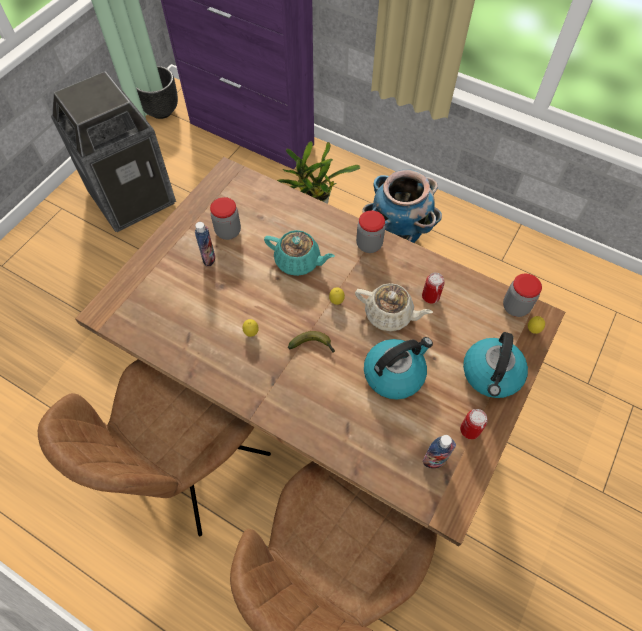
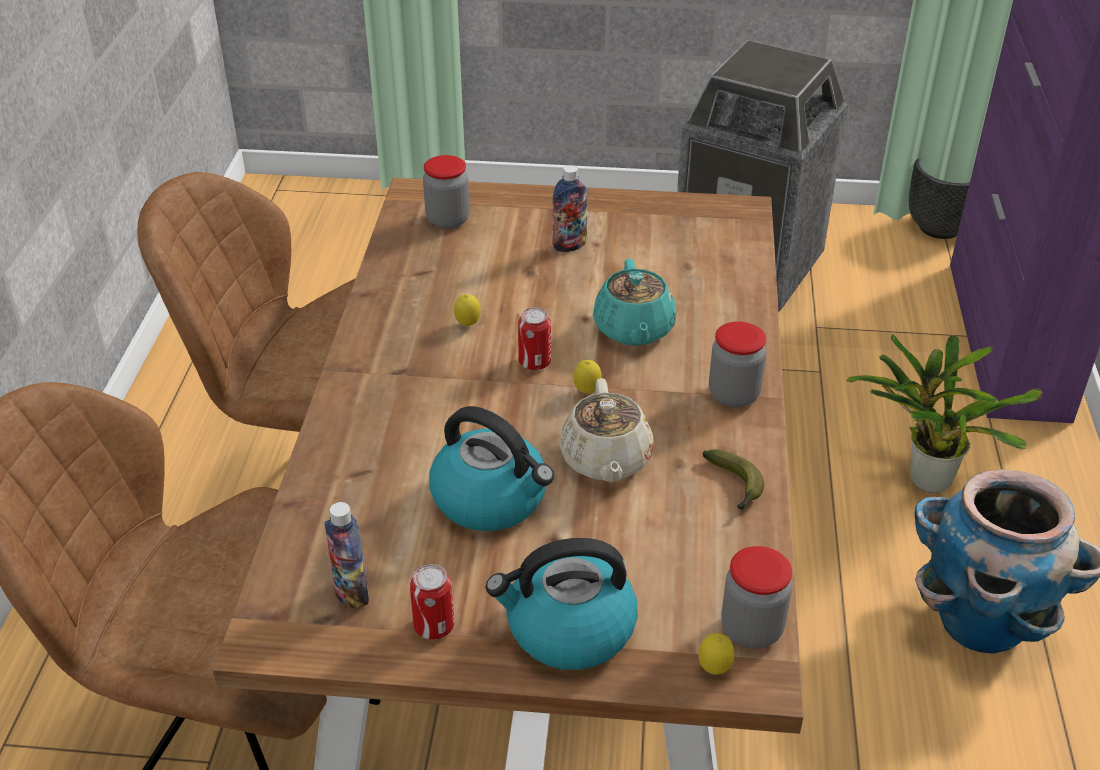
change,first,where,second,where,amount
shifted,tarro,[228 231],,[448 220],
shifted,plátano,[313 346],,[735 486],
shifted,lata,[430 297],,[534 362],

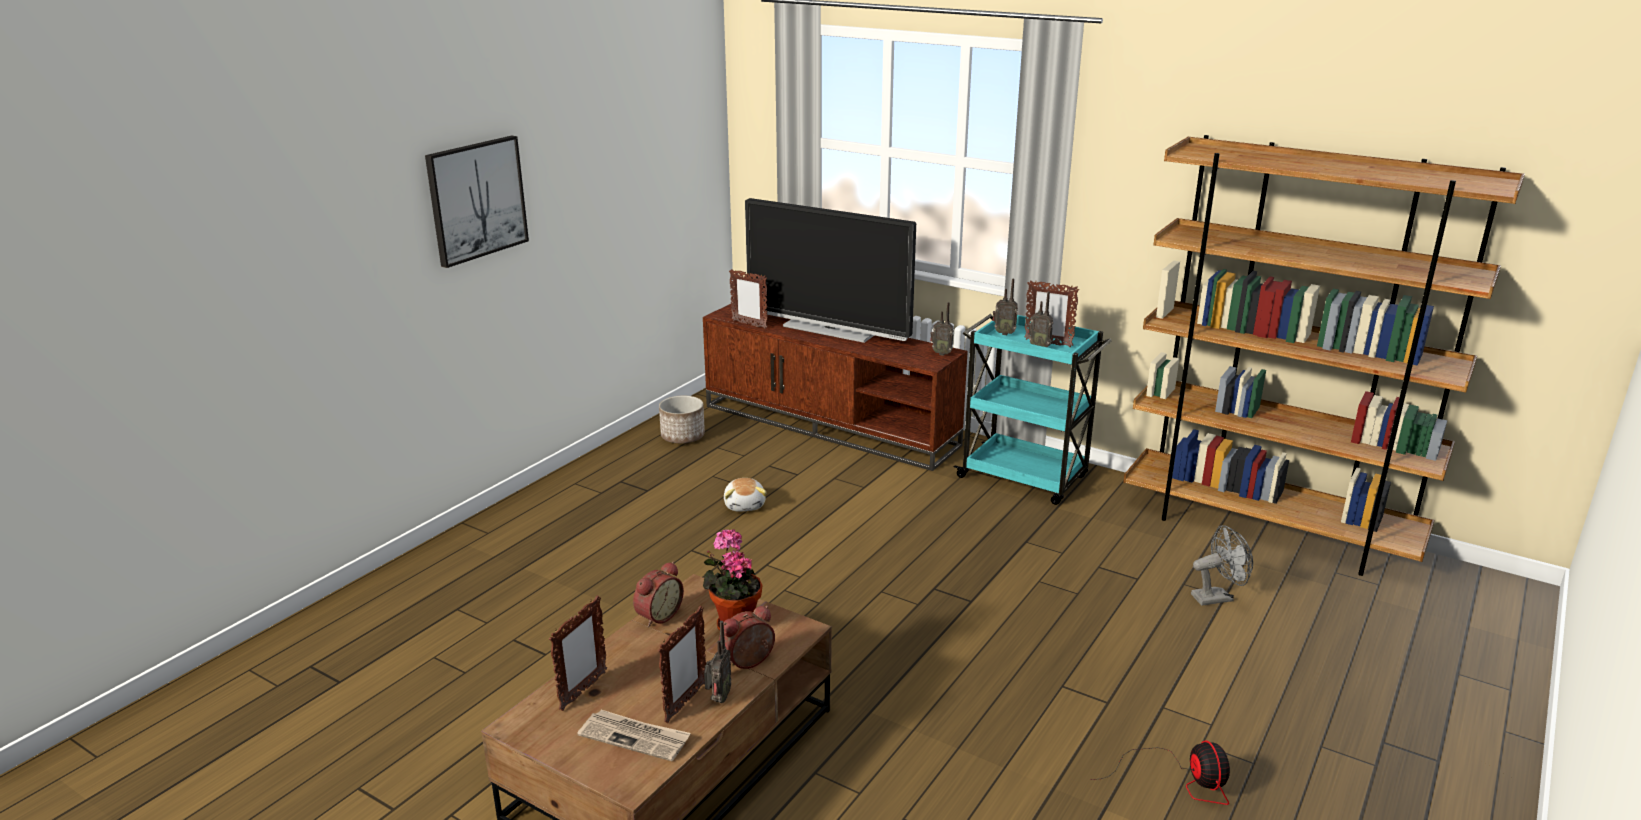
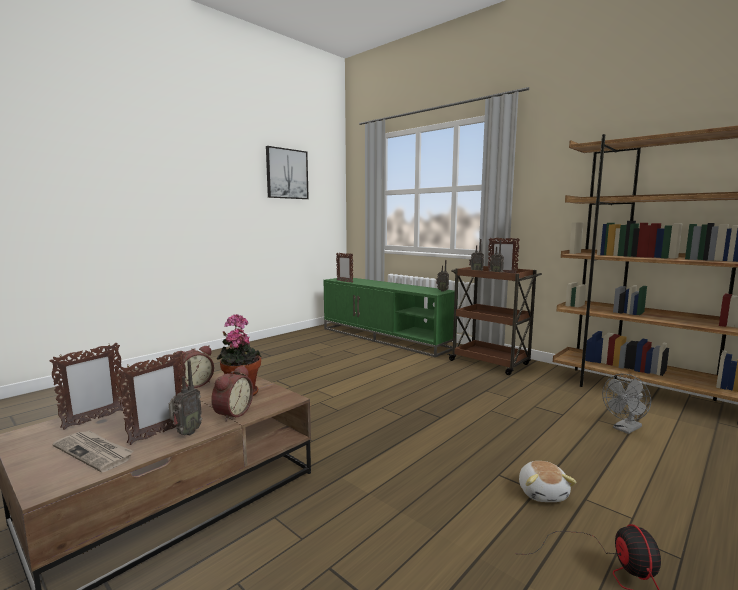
change,first,where,second,where,amount
shifted,cuadro,[476 200],,[287 174],
gone,maceta,[683 436],,,
repainted,mueble de televisión [marrón],[831 425],mueble de televisión [verde],[385 338],
rotated,despertador,[749 662],,[231 413],135 degrees clockwise
shifted,peluche,[745 505],,[543 493],
gone,televisor,[829 330],,,
repainted,carrito [turquesa],[1024 478],carrito [marrón],[490 363],
rotated,ventilador [gris],[1217 597],,[625 429],150 degrees clockwise

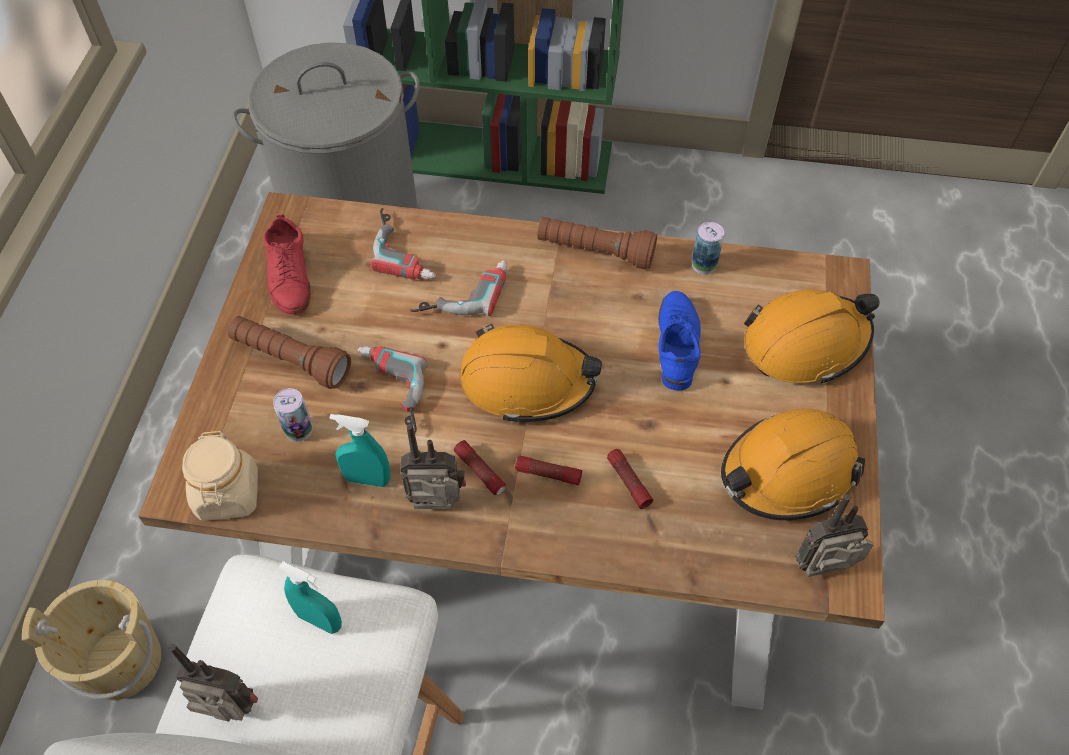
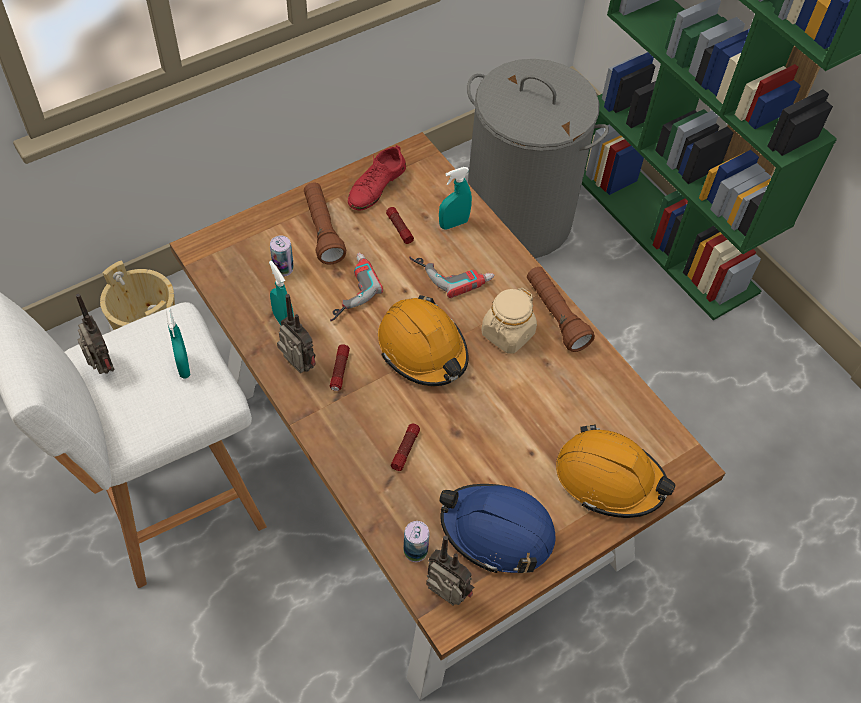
change,first,where,second,where,amount
shifted,tarro [beis],[228 494],,[507 334],
swapped,taladro,[407 249],pulverizador [turquesa],[453 224],
shifted,linterna,[548 474],,[399 228],
gone,zapato [azul],[677 344],,,
shifted,lata,[704 265],,[415 551],
repainted,casco [naranja],[787 472],casco [azul],[497 531],

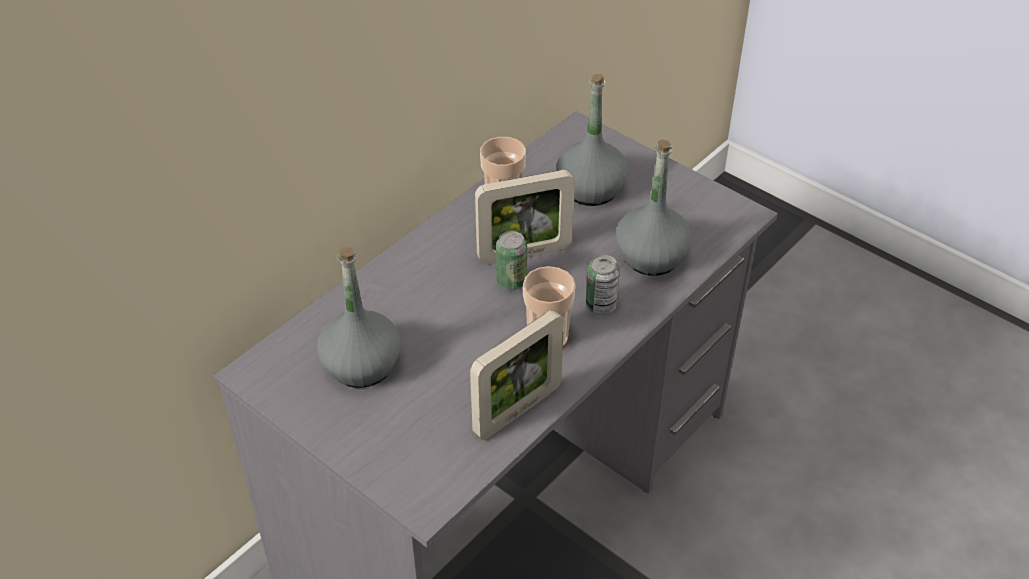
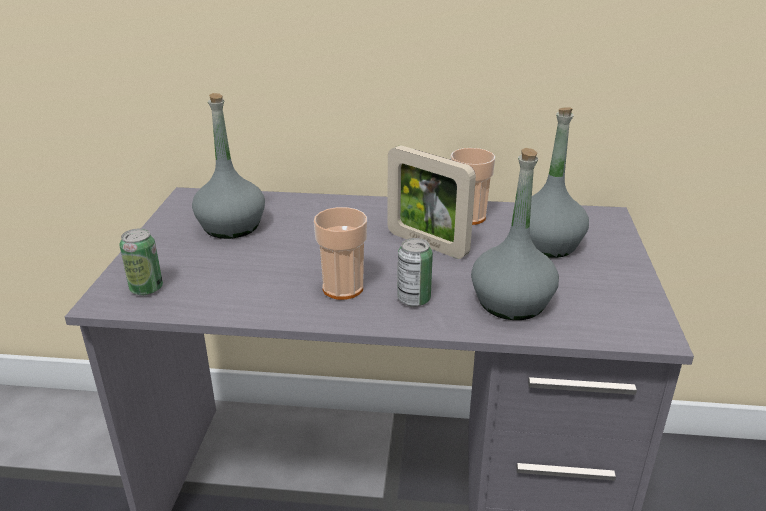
change,first,where,second,where,amount
gone,portarretratos,[517 411],,,
shifted,lata,[511 281],,[146 289],

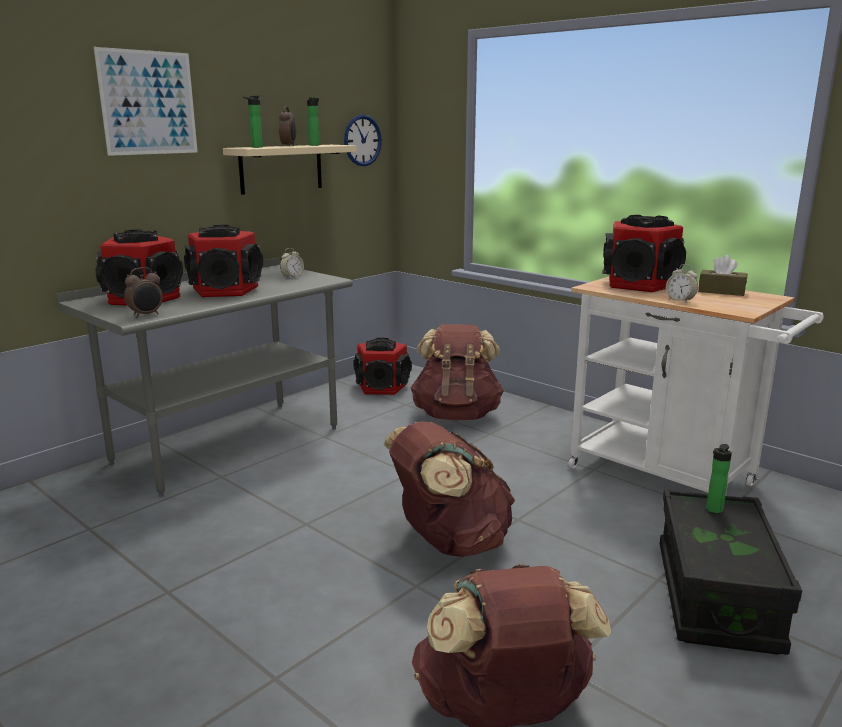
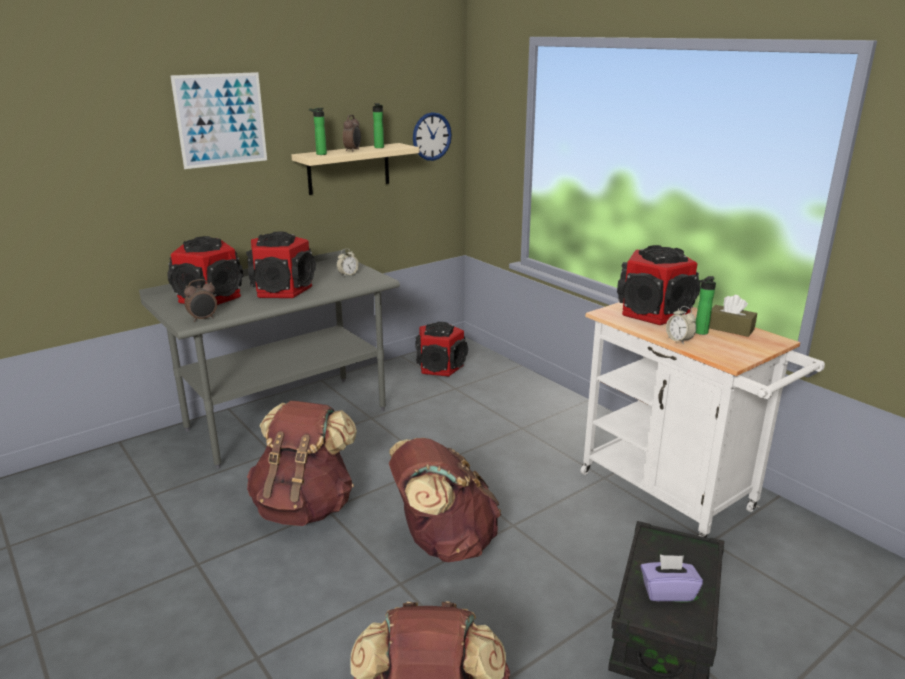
change,first,where,second,where,amount
shifted,mochila [marrón],[456 415],,[305 507],
shifted,botella,[713 510],,[699 333],
new,,,caja de pañuelos [morado],[667 591],

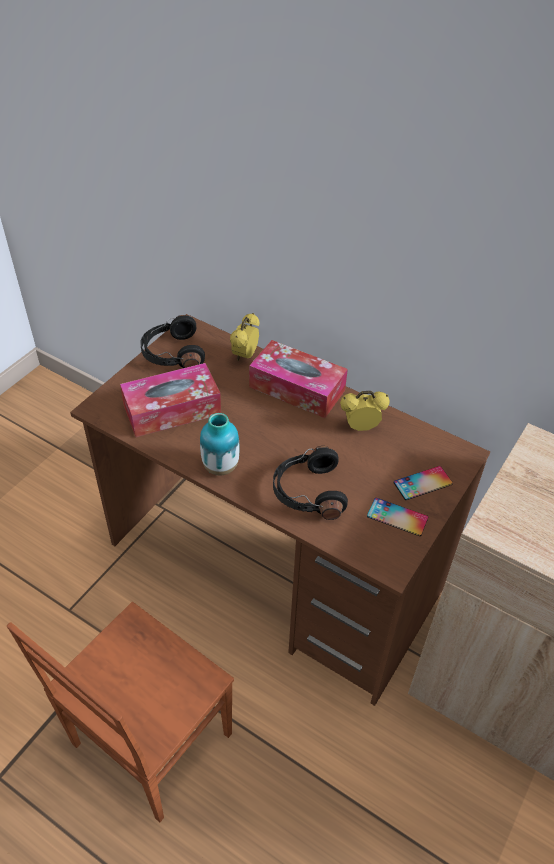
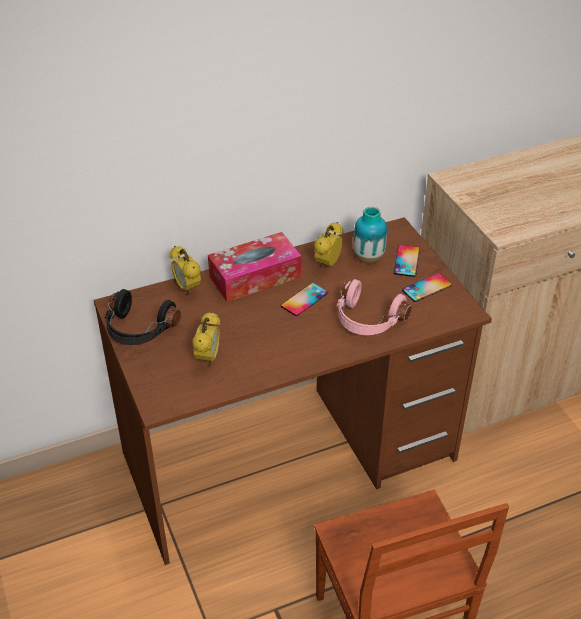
change,first,where,second,where,amount
swapped,caja de pañuelos,[172 410],despertador,[208 358],
shifted,florero,[220 467],,[368 258],
repainted,auriculares [negro],[307 492],auriculares [rosa],[367 320],
new,,,móvil,[304 299],

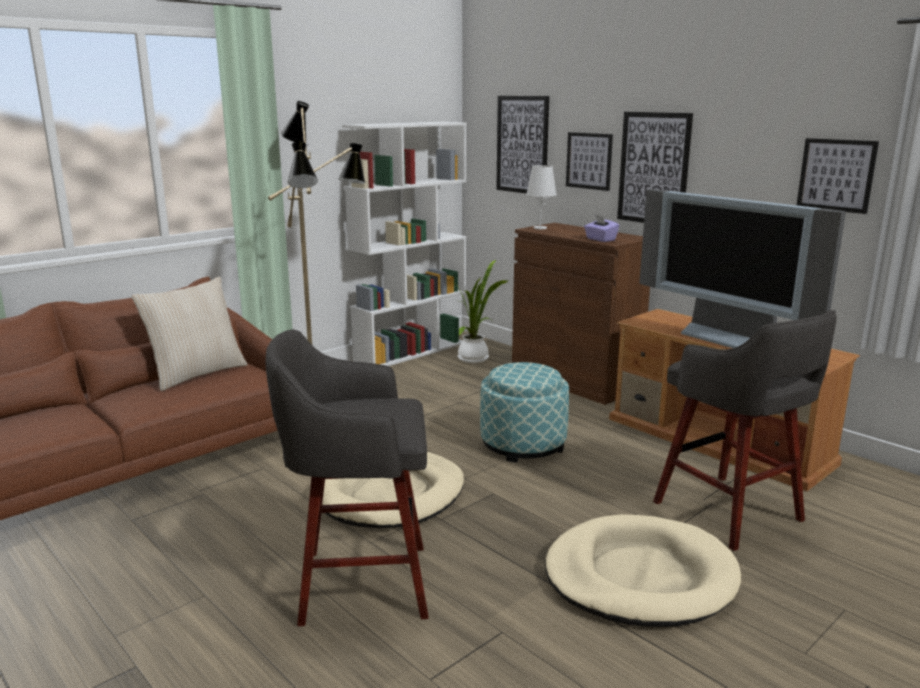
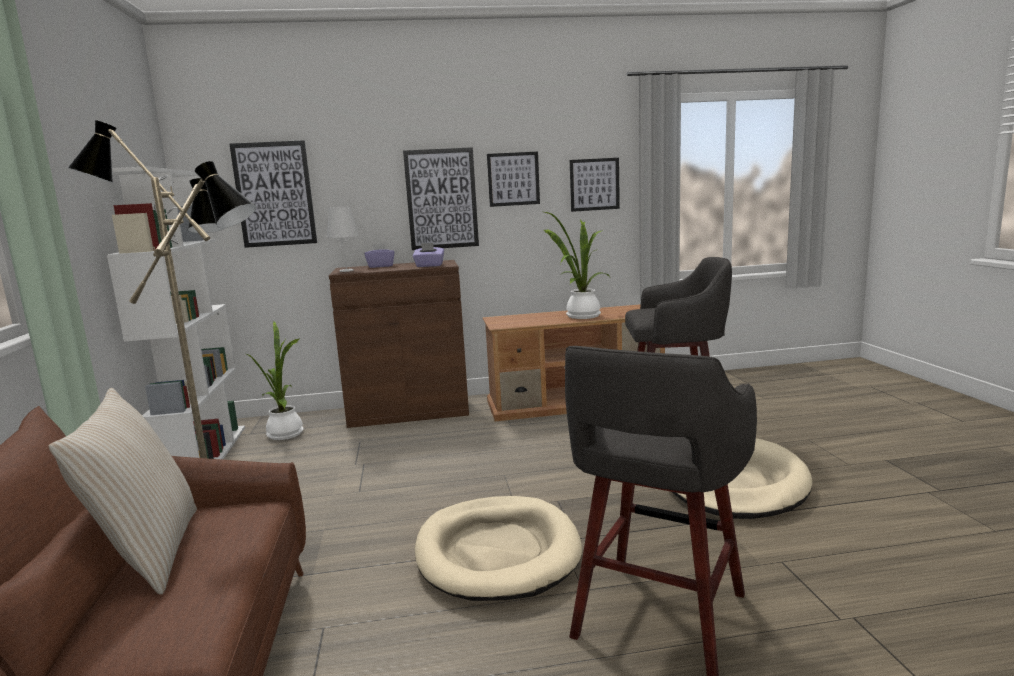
change,first,where,second,where,amount
gone,puf,[523 444],,,
shifted,cuadro,[589 161],,[513 179],
swapped,televisor,[733 340],planta en maceta,[580 316],
new,,,caja de pañuelos [morado],[381 266],

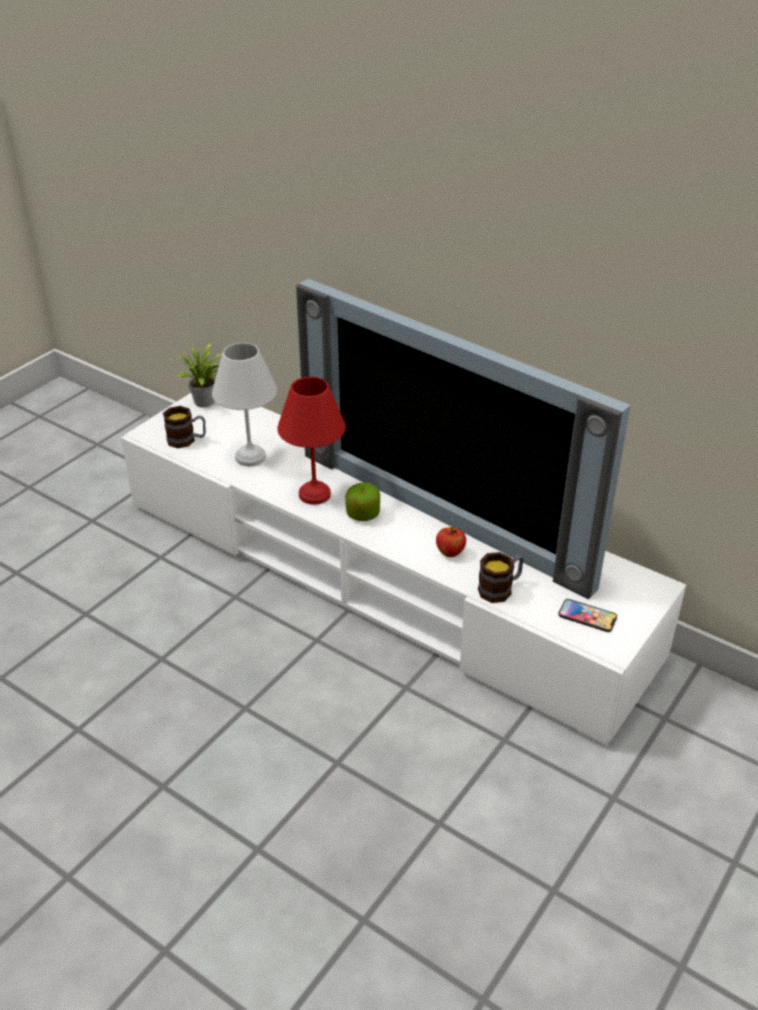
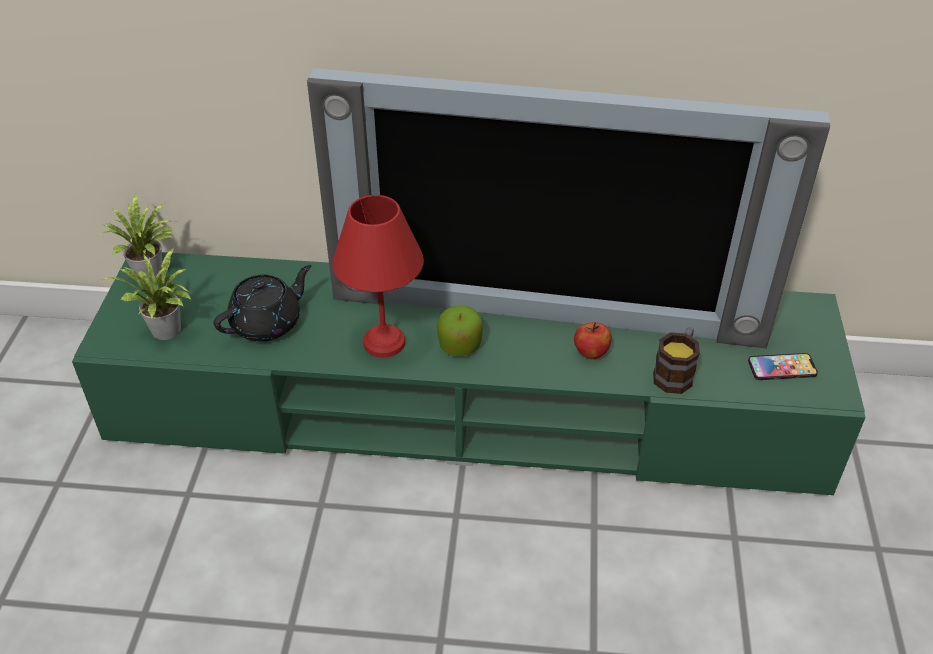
change,first,where,second,where,amount
repainted,mueble de televisión [blanco],[380 578],mueble de televisión [verde],[468 410],
swapped,taza grande,[187 440],planta en maceta,[167 332],
swapped,lámpara de mesa [blanco],[251 456],tetera [negro],[268 323],

